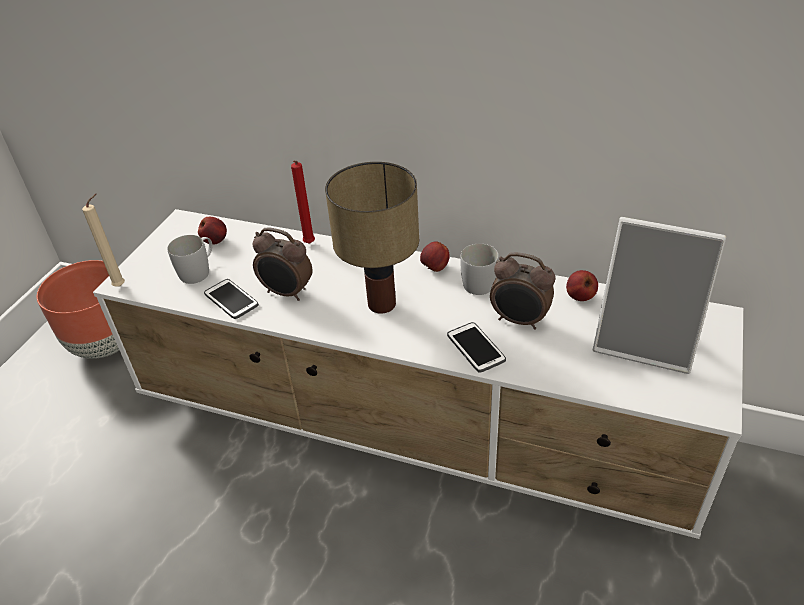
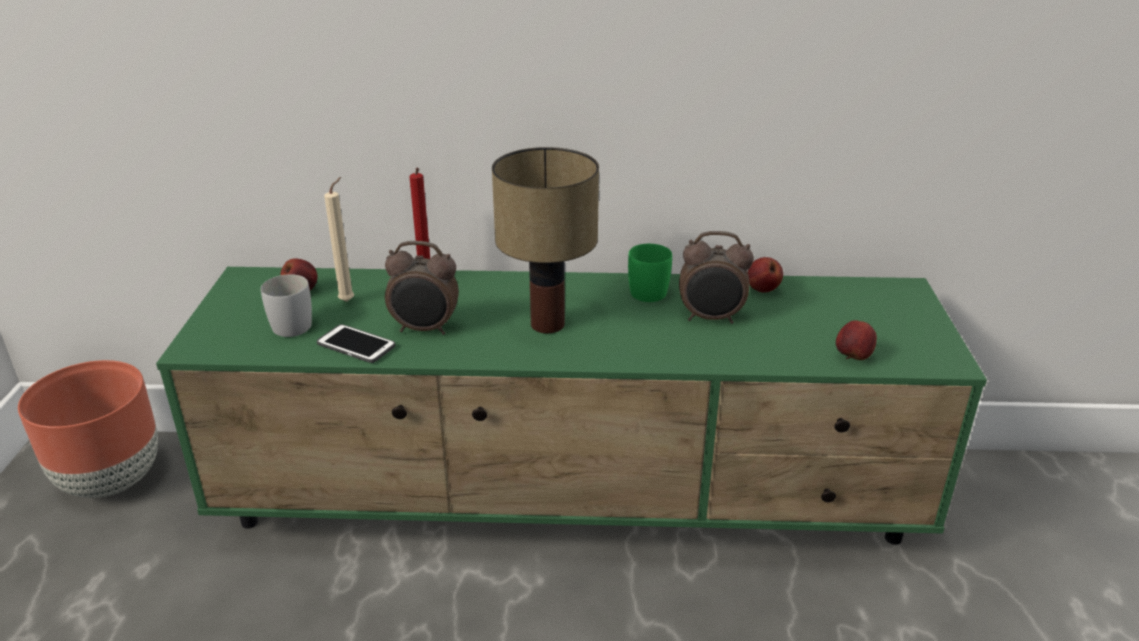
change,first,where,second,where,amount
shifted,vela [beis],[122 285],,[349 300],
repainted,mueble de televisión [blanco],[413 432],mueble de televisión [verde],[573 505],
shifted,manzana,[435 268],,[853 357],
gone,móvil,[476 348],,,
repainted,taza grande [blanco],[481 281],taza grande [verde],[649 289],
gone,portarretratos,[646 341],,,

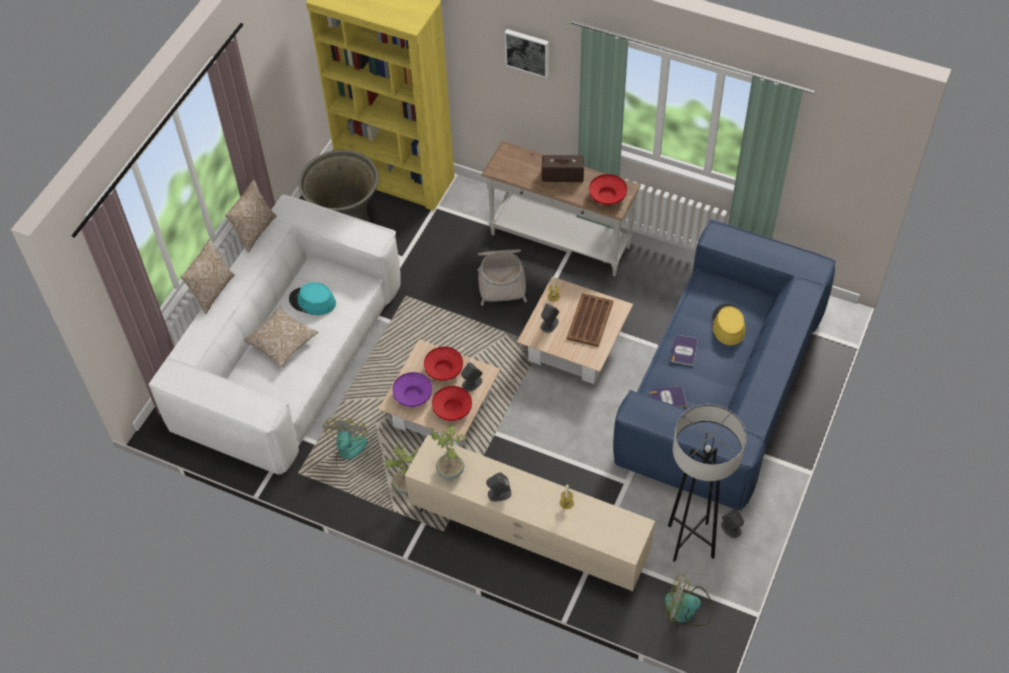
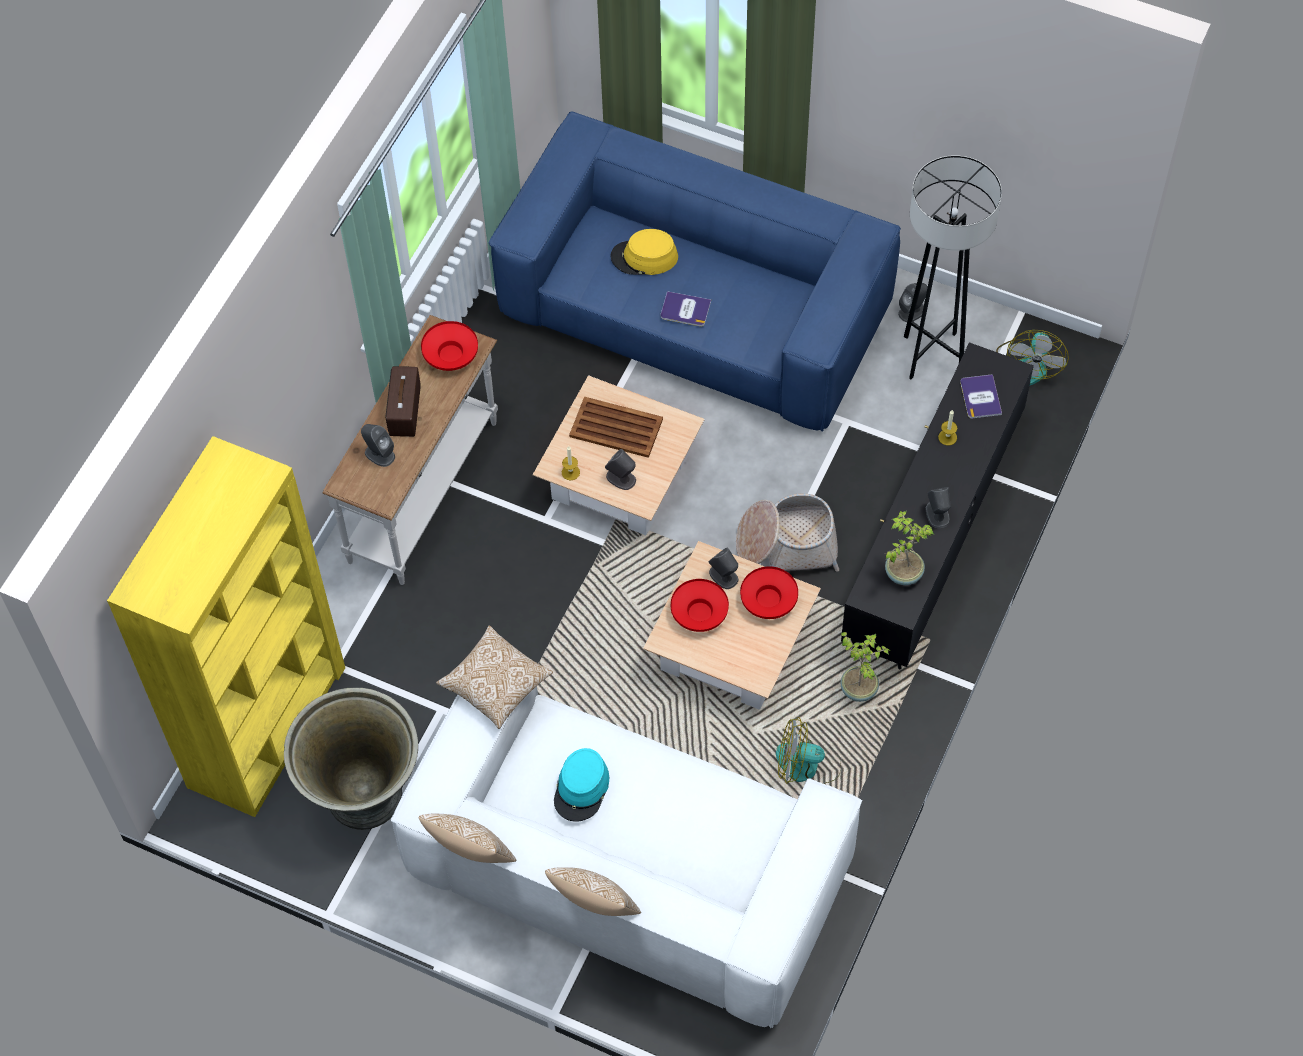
change,first,where,second,where,amount
shifted,cojín,[282 343],,[495 685],
gone,cuenco [morado],[413 395],,,
repainted,mueble de televisión [beis],[529 535],mueble de televisión [negro],[931 536],
shifted,cesta,[501 279],,[787 544],
gone,cuadro,[527 52],,,
shifted,libro,[667 399],,[980 397],
new,,,altavoz [gris],[379 454],

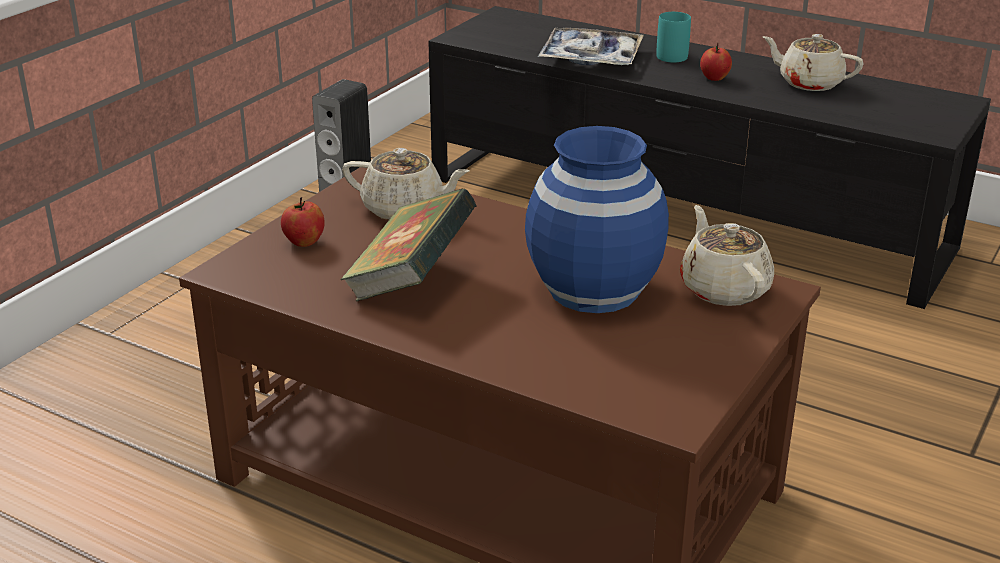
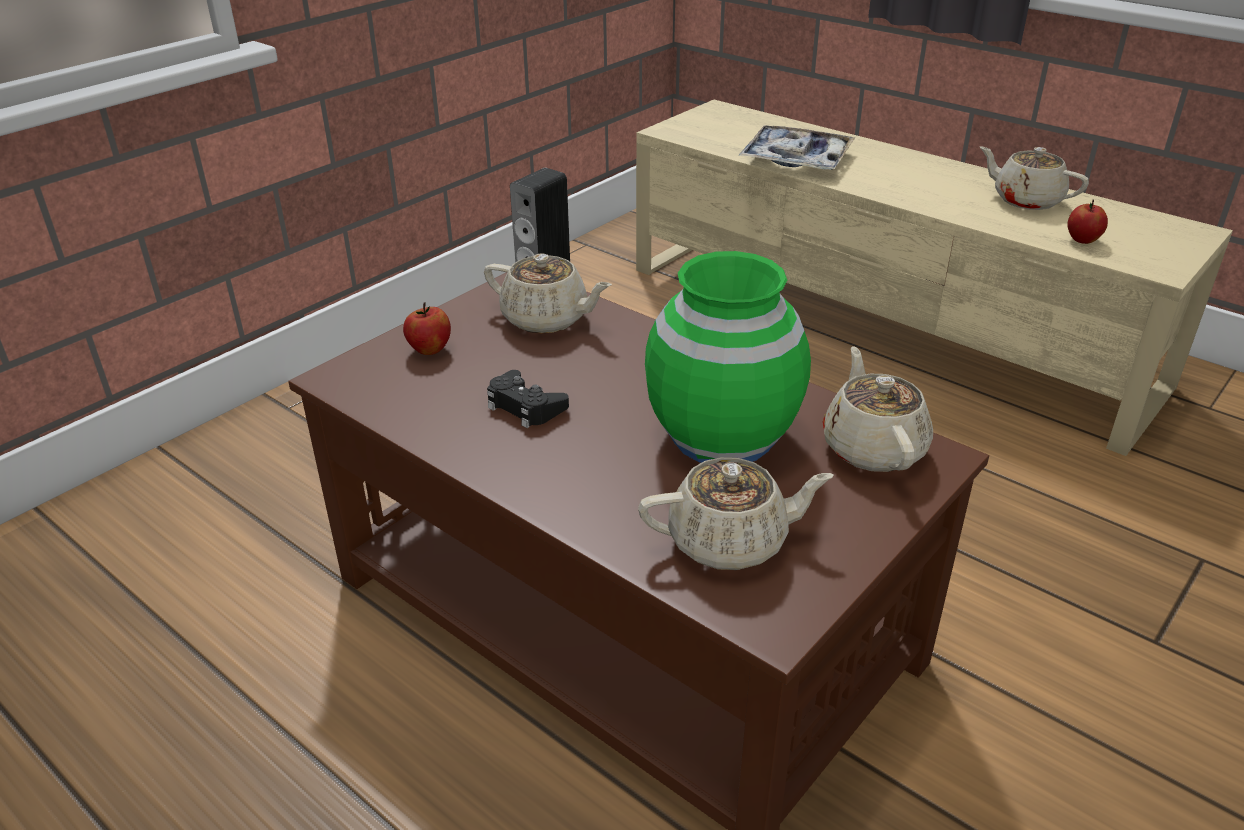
change,first,where,second,where,amount
swapped,libro,[411 281],mando de consola [negro],[525 406],
repainted,mueble de televisión [negro],[684 213],mueble de televisión [beis],[882 325],
repainted,florero [azul],[593 290],florero [verde],[721 436],
gone,taza grande [turquesa],[670 54],,,
shifted,manzana,[714 78],,[1082 240],
new,,,tetera [beis],[730 541],

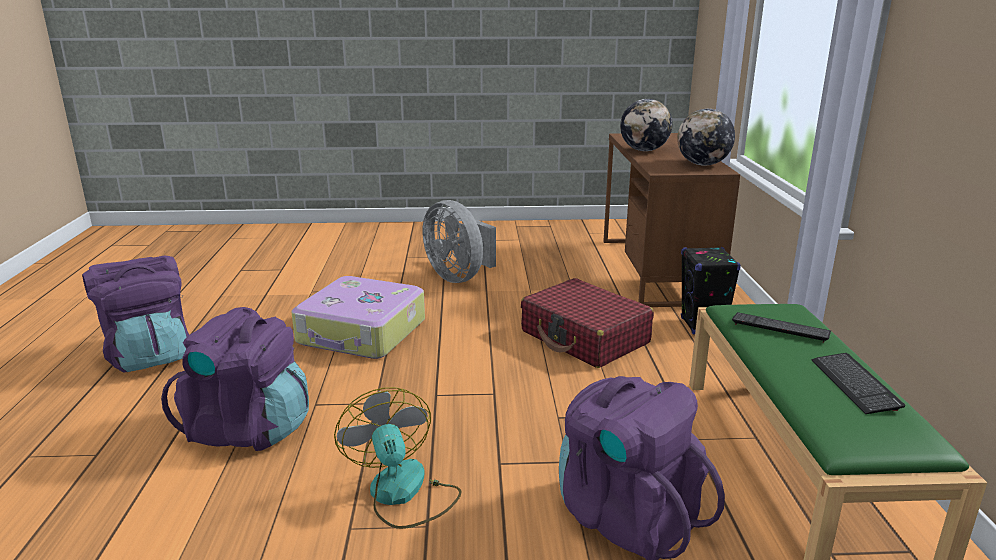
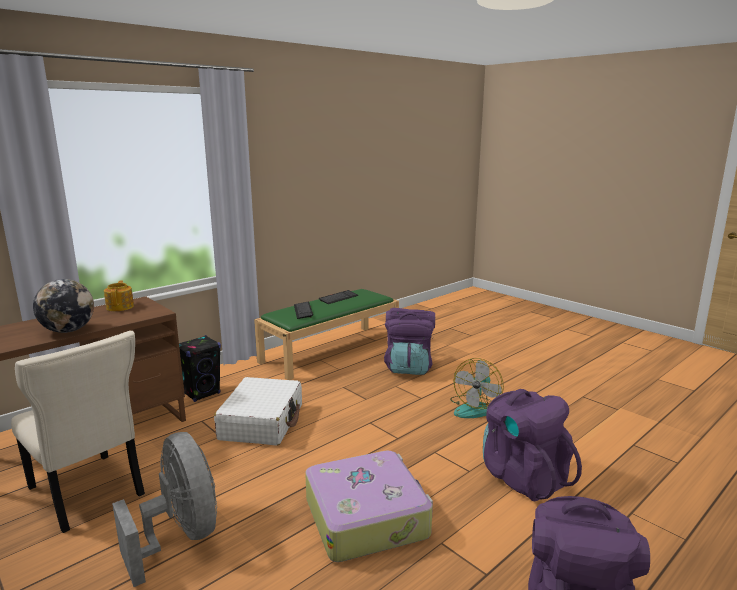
change,first,where,second,where,amount
rotated,ventilador [gris],[459 277],,[180 536],45 degrees counterclockwise
repainted,maleta [rojo],[585 338],maleta [blanco],[262 422],
swapped,globo terráqueo,[703 164],tetera,[120 307],
new,,,silla [beis],[88 493],

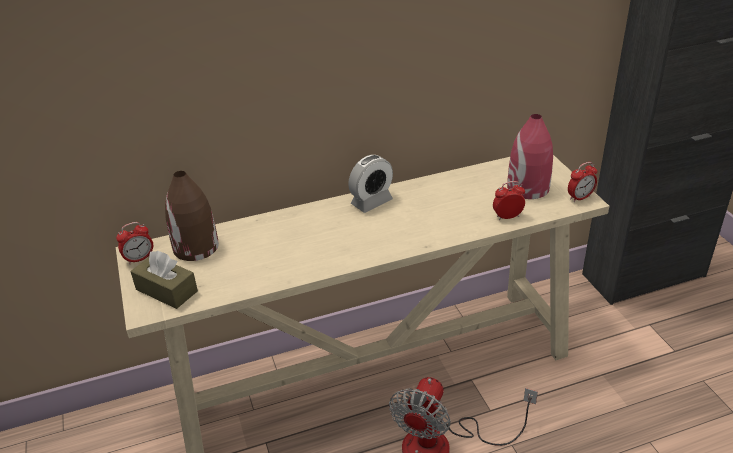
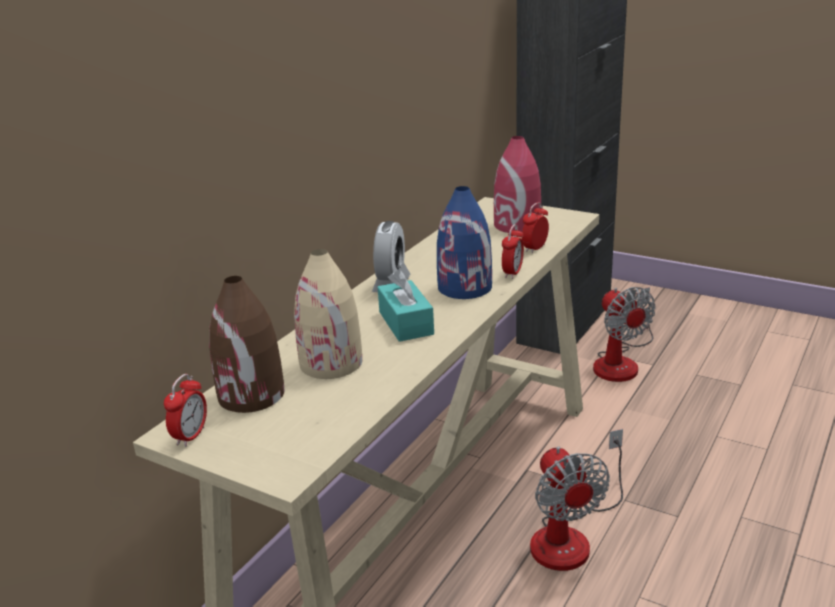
change,first,where,second,where,amount
gone,caja de pañuelos [marrón],[166 290],,,
shifted,despertador,[580 197],,[512 273],
new,,,florero [beis],[331 363],
new,,,caja de pañuelos [turquesa],[406 323],
new,,,florero [azul],[465 287],
new,,,ventilador,[621 362],

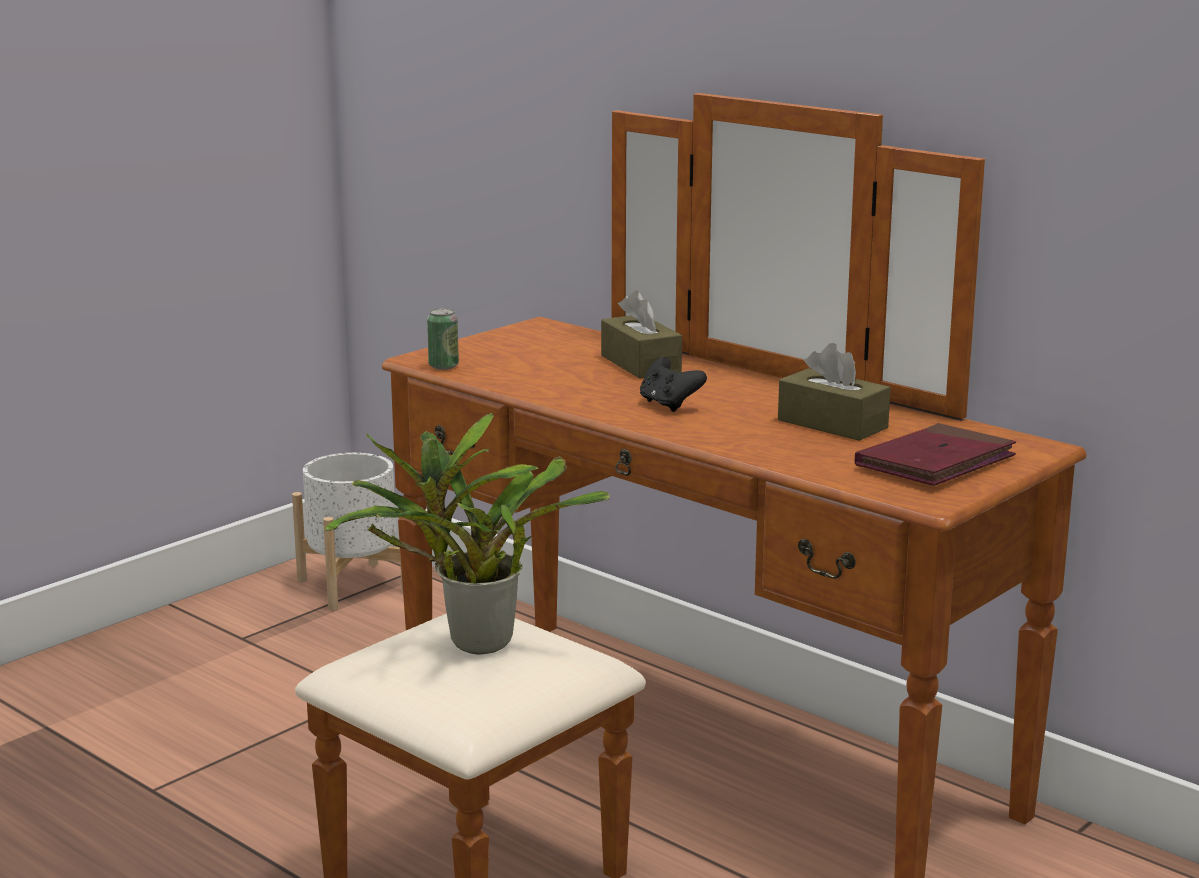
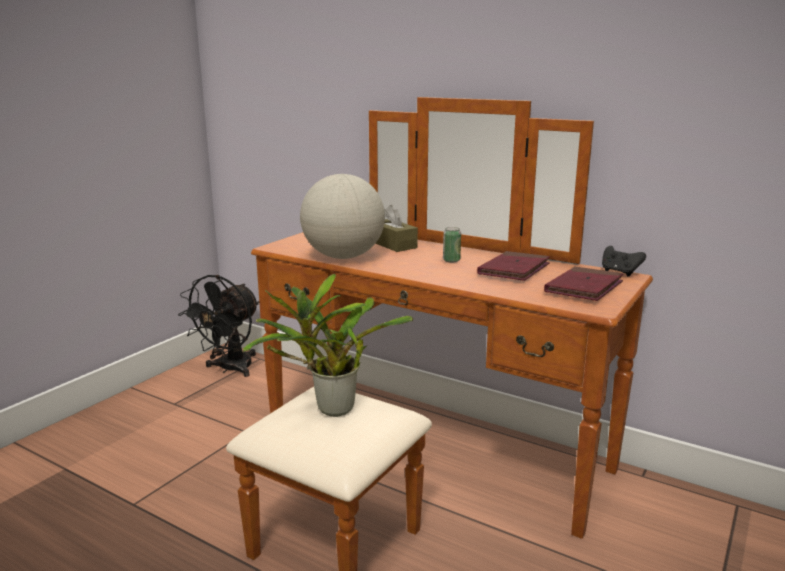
change,first,where,second,where,amount
swapped,maceta [blanco],[353 585],ventilador [negro],[229 369],
shifted,lata,[443 366],,[451 260],
shifted,mando de consola [negro],[669 405],,[619 272],
swapped,caja de pañuelos [marrón],[832 424],libro [rojo],[514 270],
new,,,globo terráqueo,[343 257],

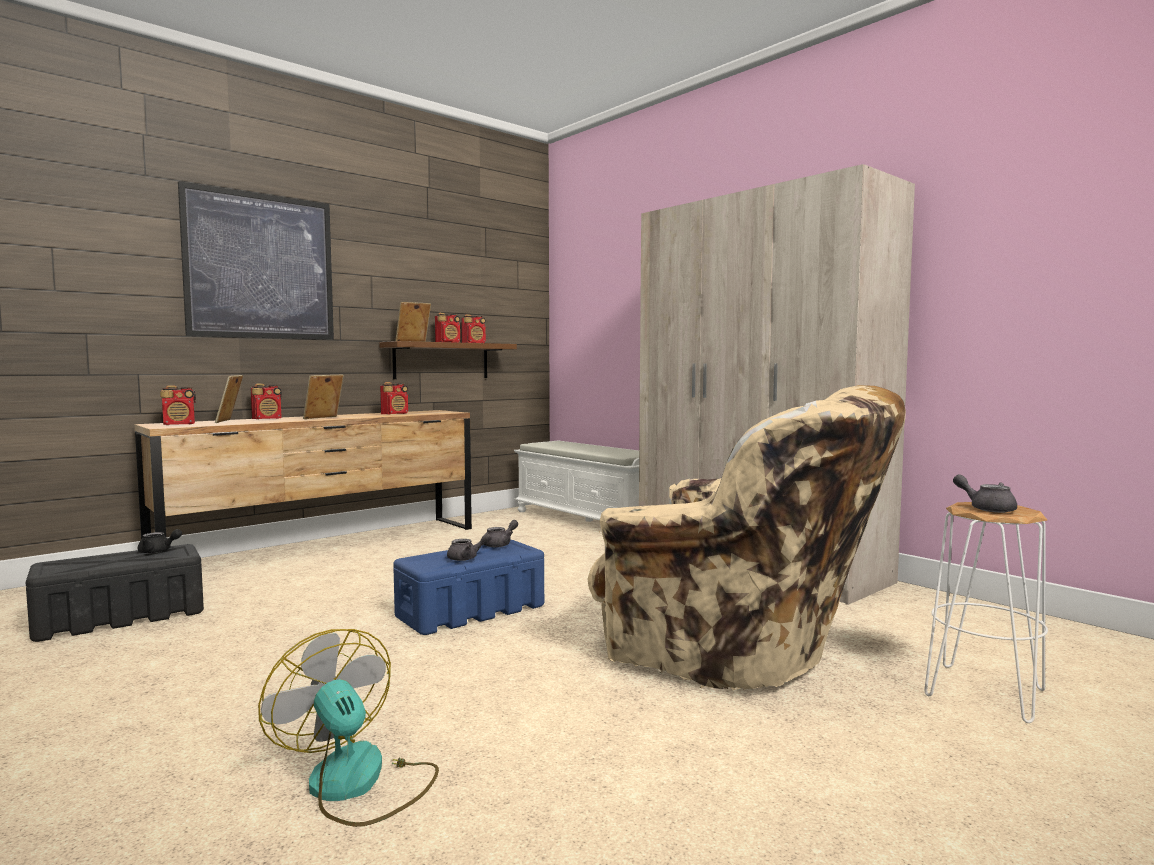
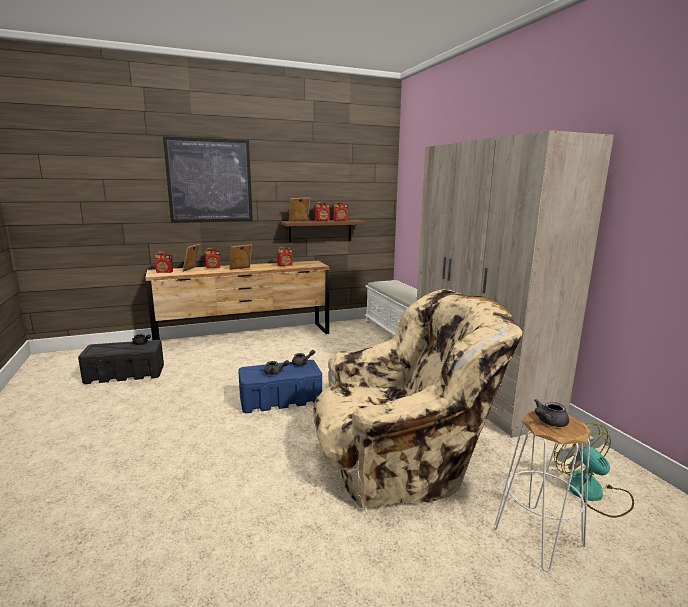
change,first,where,second,where,amount
shifted,ventilador,[357 784],,[593 493],
rotated,sillón [beis],[736 649],,[404 460],60 degrees counterclockwise
rotated,tetera [gris],[987 508],,[548 422],105 degrees counterclockwise

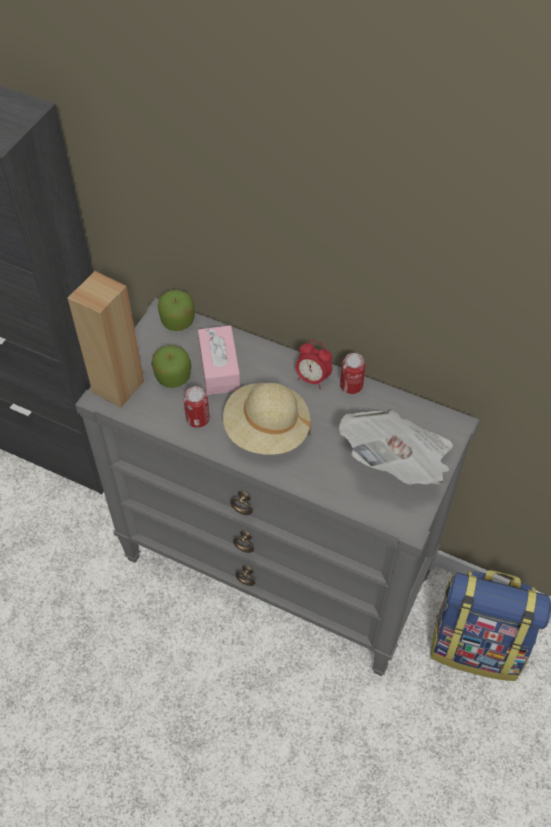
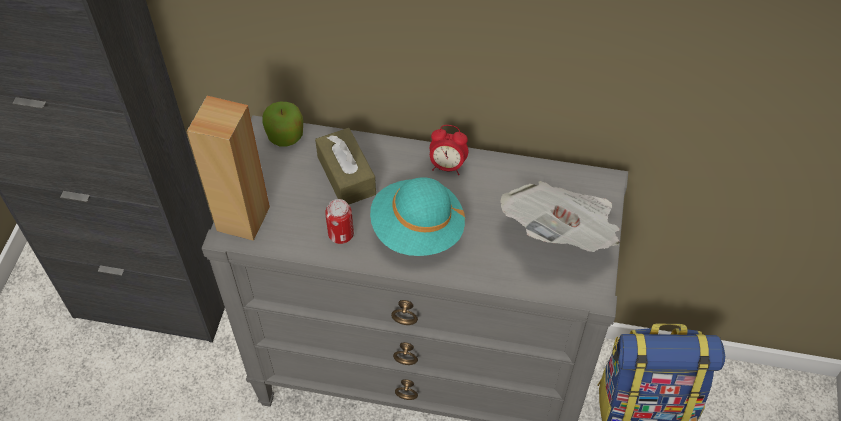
change,first,where,second,where,amount
gone,manzana,[173 376],,,
repainted,caja de pañuelos [rosa],[219 368],caja de pañuelos [marrón],[346 176],
repainted,sombrero [beis],[266 431],sombrero [turquesa],[417 230],
gone,lata,[351 386],,,

